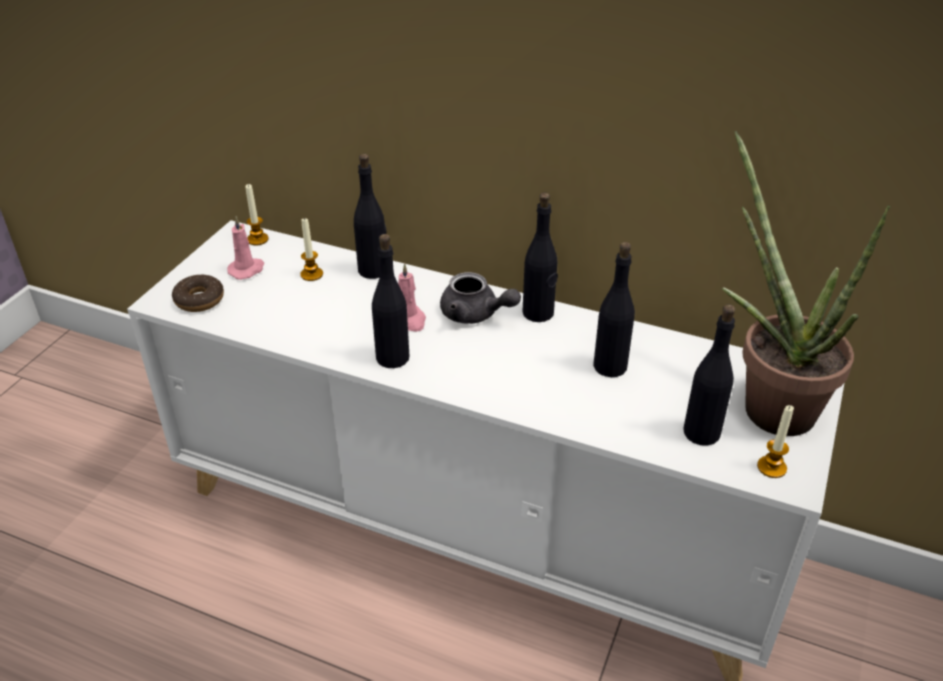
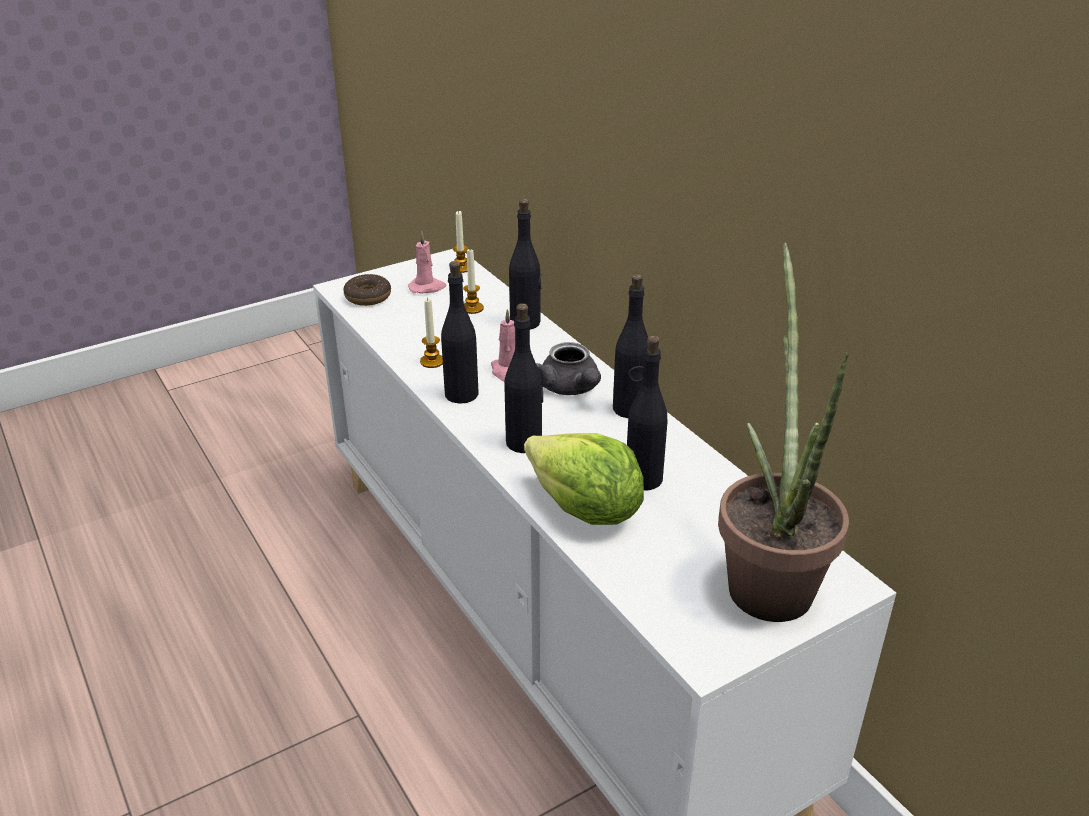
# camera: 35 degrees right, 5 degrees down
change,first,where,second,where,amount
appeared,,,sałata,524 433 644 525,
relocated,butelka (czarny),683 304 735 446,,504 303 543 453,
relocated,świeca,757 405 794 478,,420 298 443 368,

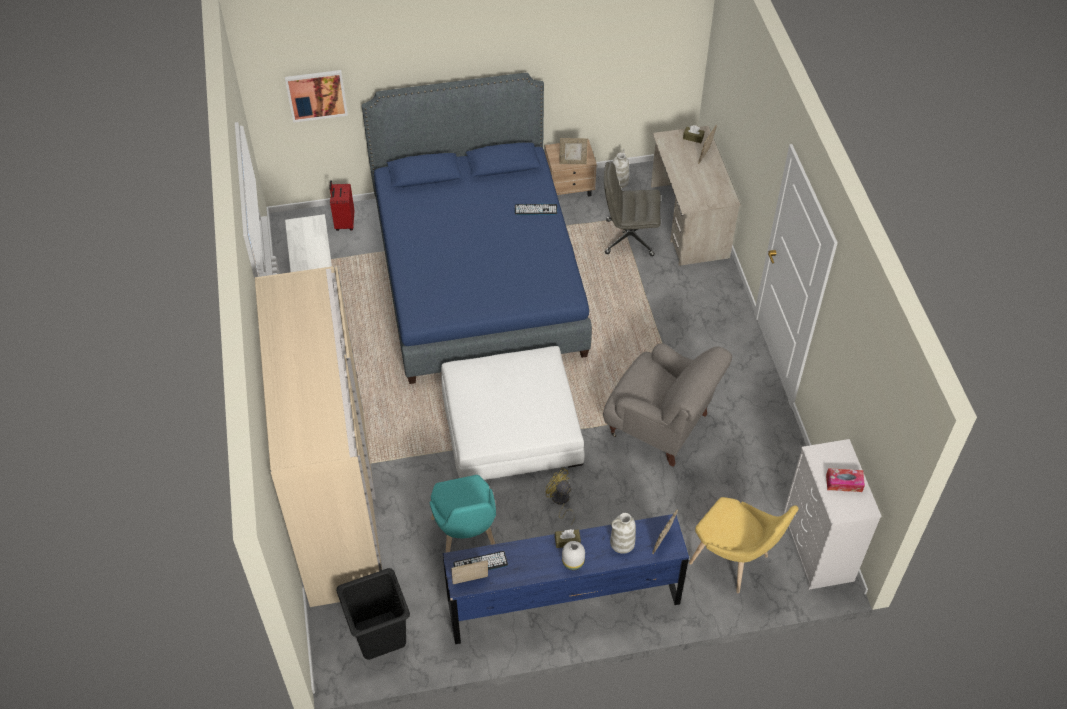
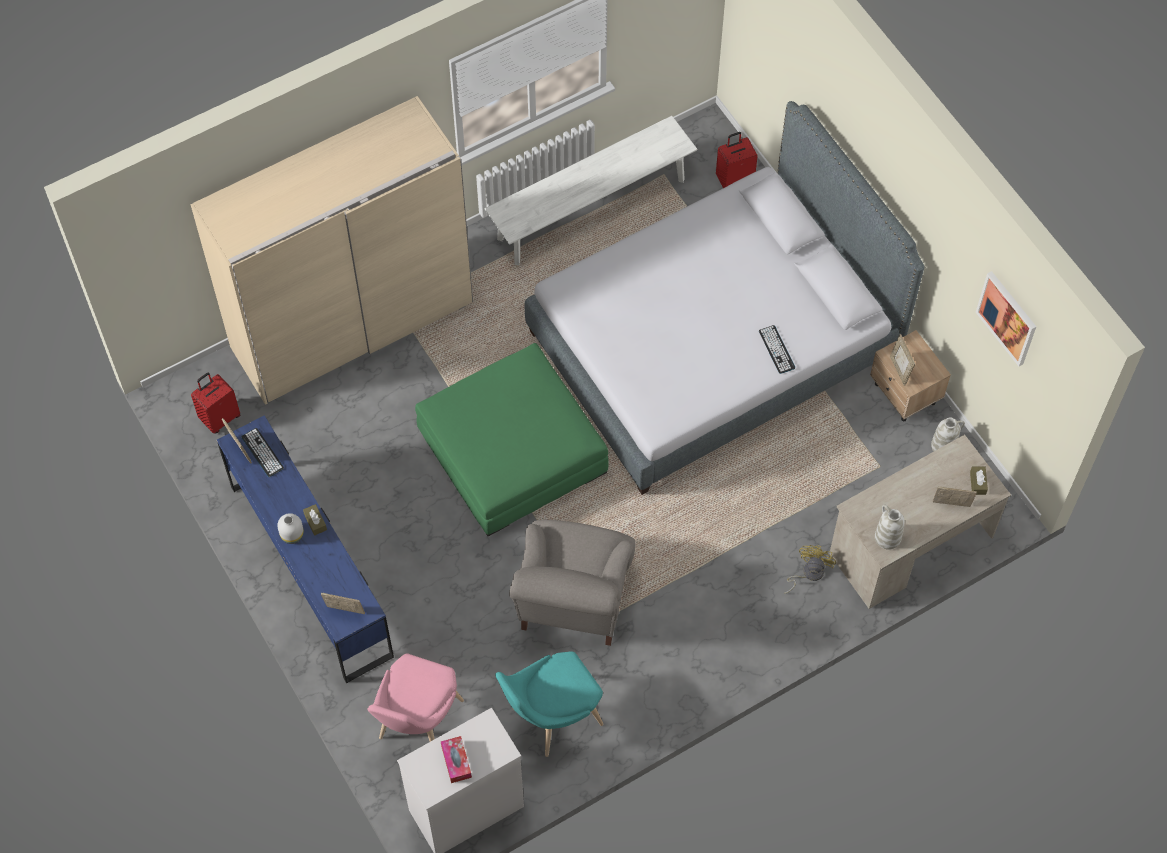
# camera: 70 degrees right, 10 degrees up
change,first,where,second,where,amount
missing,krzesło biurowe (szary),604 162 661 256,,,
relocated,obraz,285 70 348 123,,976 271 1037 366,
relocated,krzesło (turkusowy),430 475 496 552,,495 651 604 757,
relocated,wentylator (żółty),545 468 575 524,,784 545 836 594,
relocated,wazon (biały),610 513 636 554,,875 505 905 550,
exchanged,kosz na pranie (czarny),336 568 410 660,walizka (czerwony),191 372 241 434,
colour,łóżko (niebieski),362 73 592 384,łóżko (szary),525 101 924 495,
colour,pufa (biały),441 346 585 480,pufa (zielony),415 343 609 536,
colour,krzesło (żółty),689 497 799 593,krzesło (różowy),367 653 464 742,

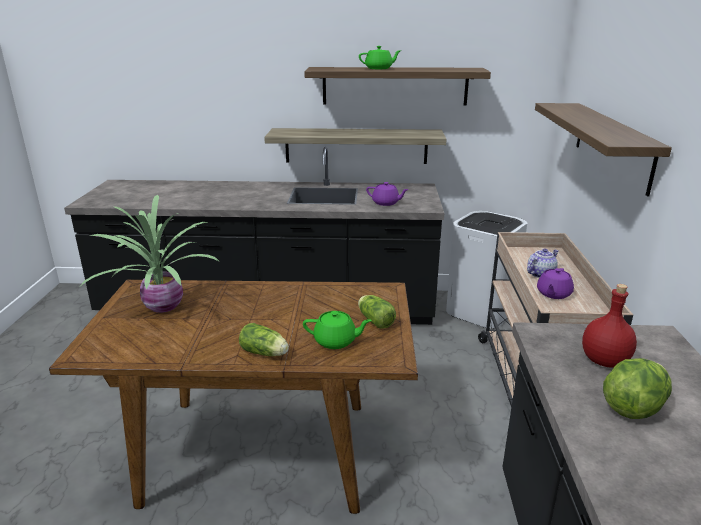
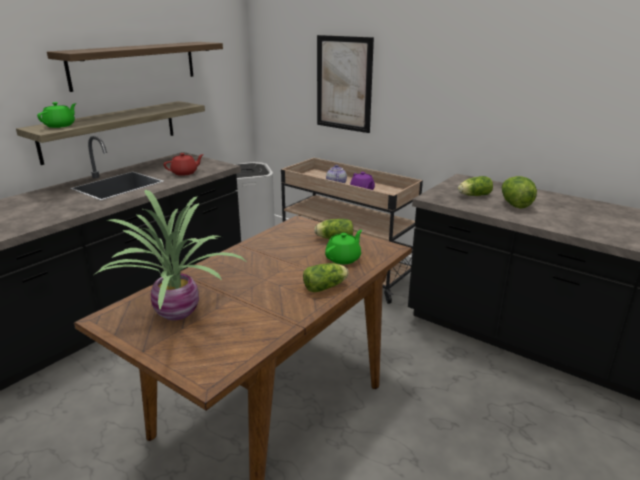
# camera: 55 degrees left, 0 degrees up
change,first,where,second,where,amount
relocated,imbryk (zielony),359 46 402 69,,37 102 76 128,
exchanged,półka,535 103 672 197,obraz,317 35 374 133,
exchanged,butelka (czerwony),582 284 637 368,sałata,458 176 493 196,
colour,imbryk (fioletowy),366 182 409 206,imbryk (czerwony),164 153 204 176,

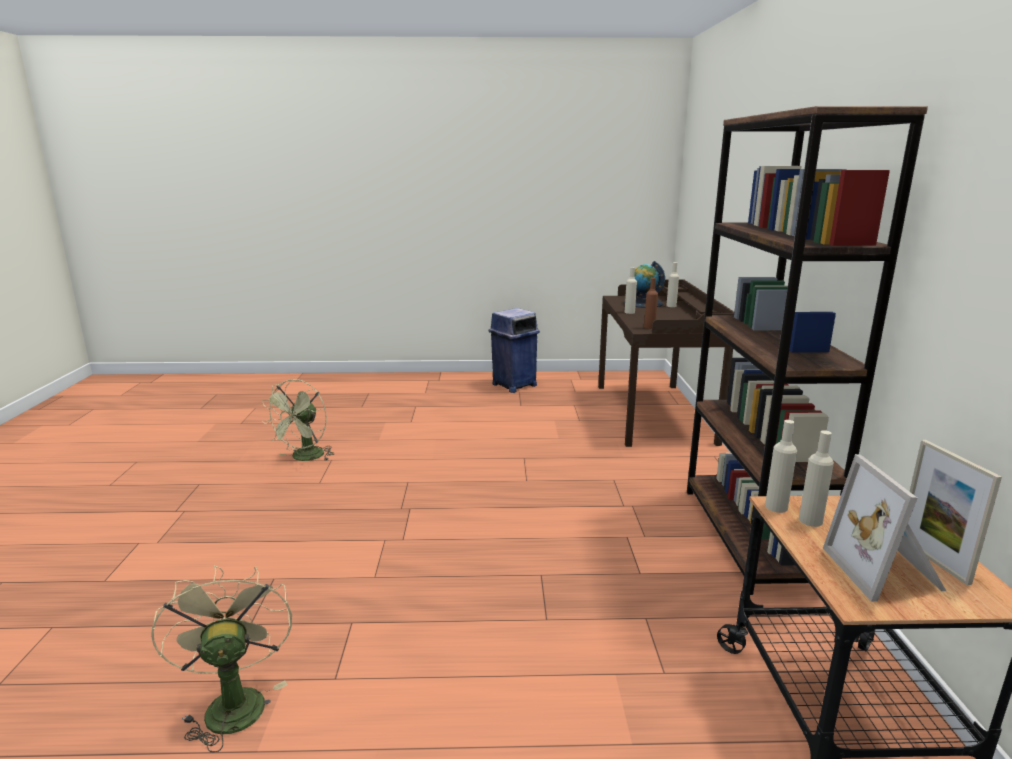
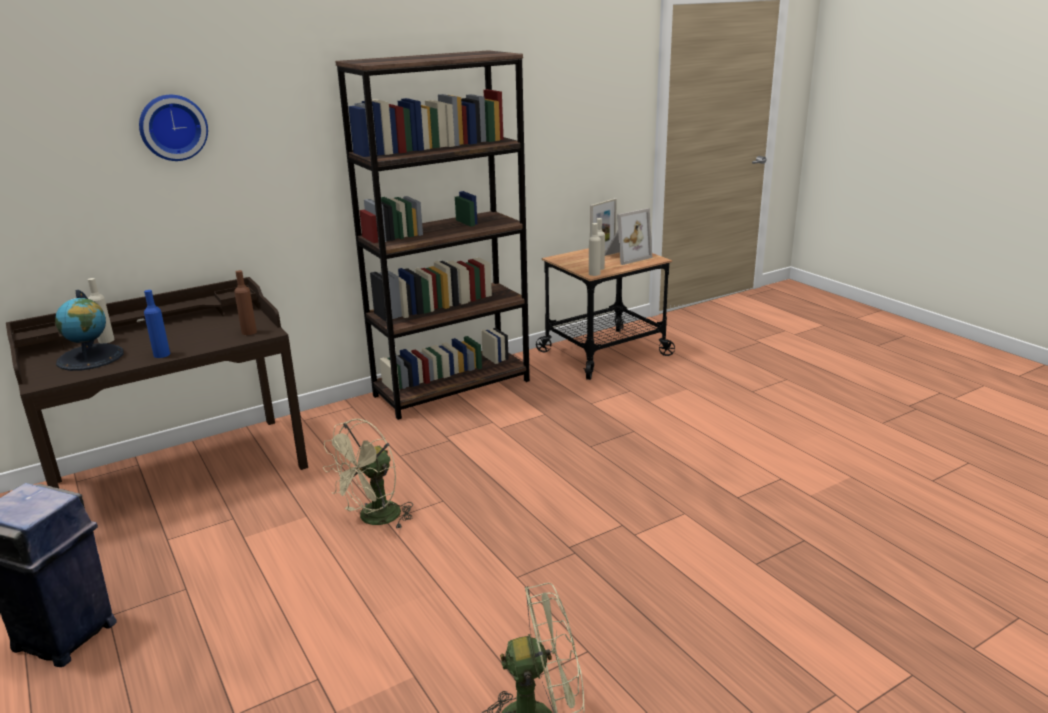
# camera: 120 degrees left, 5 degrees up
change,first,where,second,where,amount
appeared,,,zegar ścienny,139 95 208 161,
relocated,wentylator (beżowy),151 565 292 753,,323 419 413 529,
colour,butelka (beżowy),625 267 637 314,butelka (niebieski),144 290 170 358,

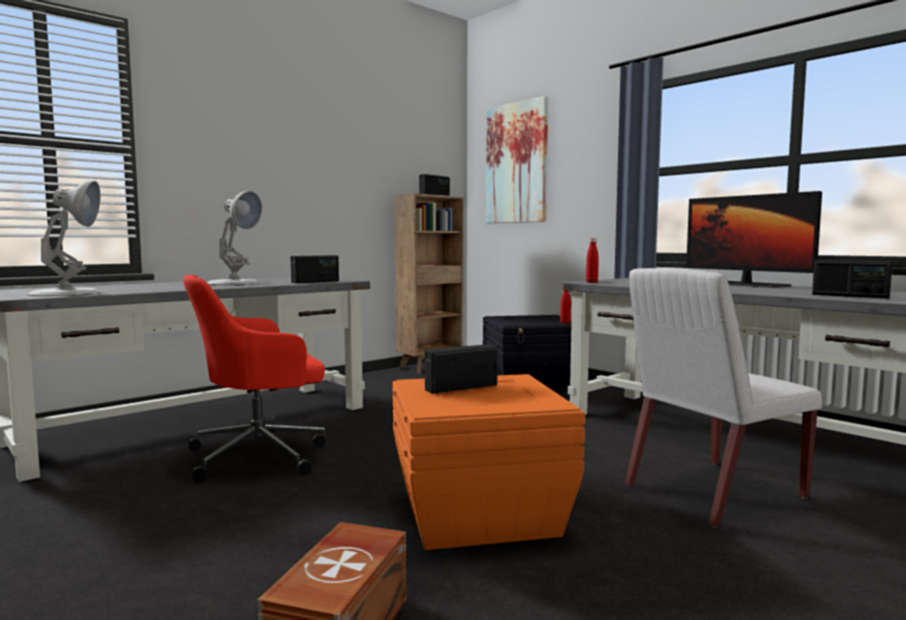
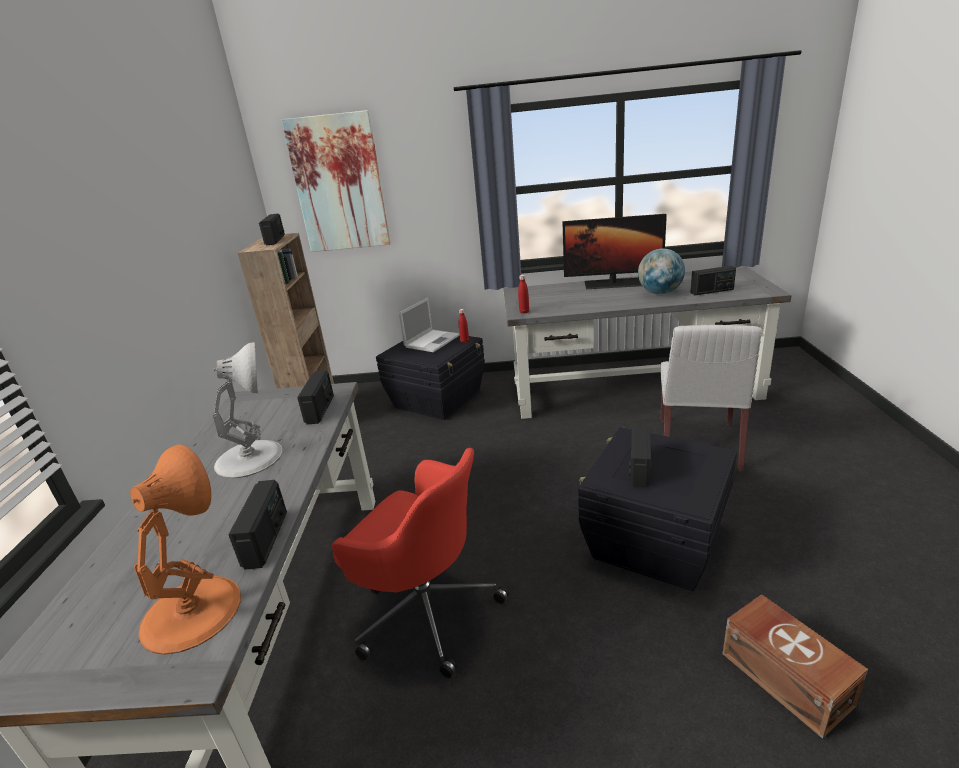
# camera: 45 degrees left, 20 degrees up
change,first,where,second,where,amount
appeared,,,radio,228 480 287 570,
appeared,,,laptop,399 298 460 352,
appeared,,,globus,638 249 685 294,
colour,lampa stołowa (biały),27 181 101 296,lampa stołowa (pomarańczowy),130 444 241 655,
colour,pojemnik do przechowywania (pomarańczowy),393 374 585 550,pojemnik do przechowywania (czarny),578 427 737 591,
spun,krzesło biurowe (czerwony),183 275 325 482,,332 448 509 678,75 degrees counterclockwise

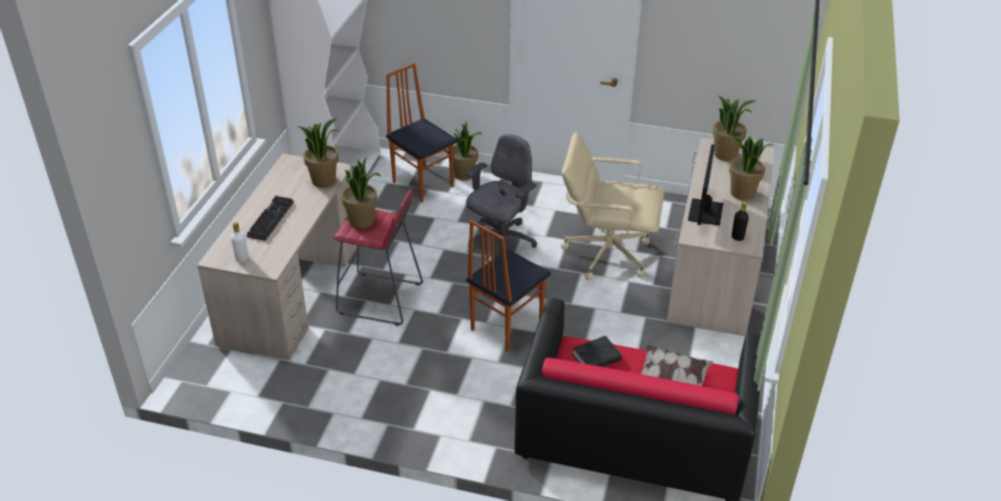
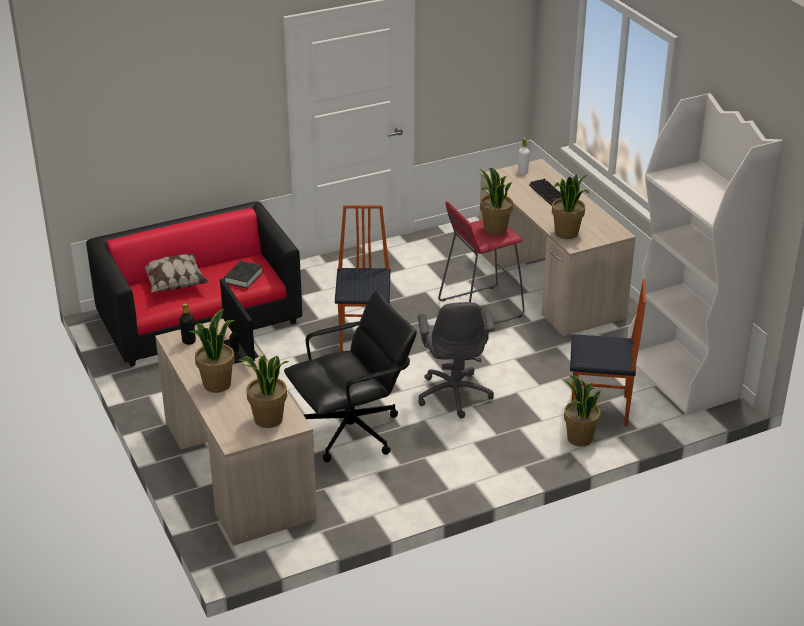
# camera: 140 degrees right, 5 degrees down
change,first,where,second,where,amount
colour,krzesło biurowe (beżowy),561 132 664 280,krzesło biurowe (czarny),284 291 417 462,

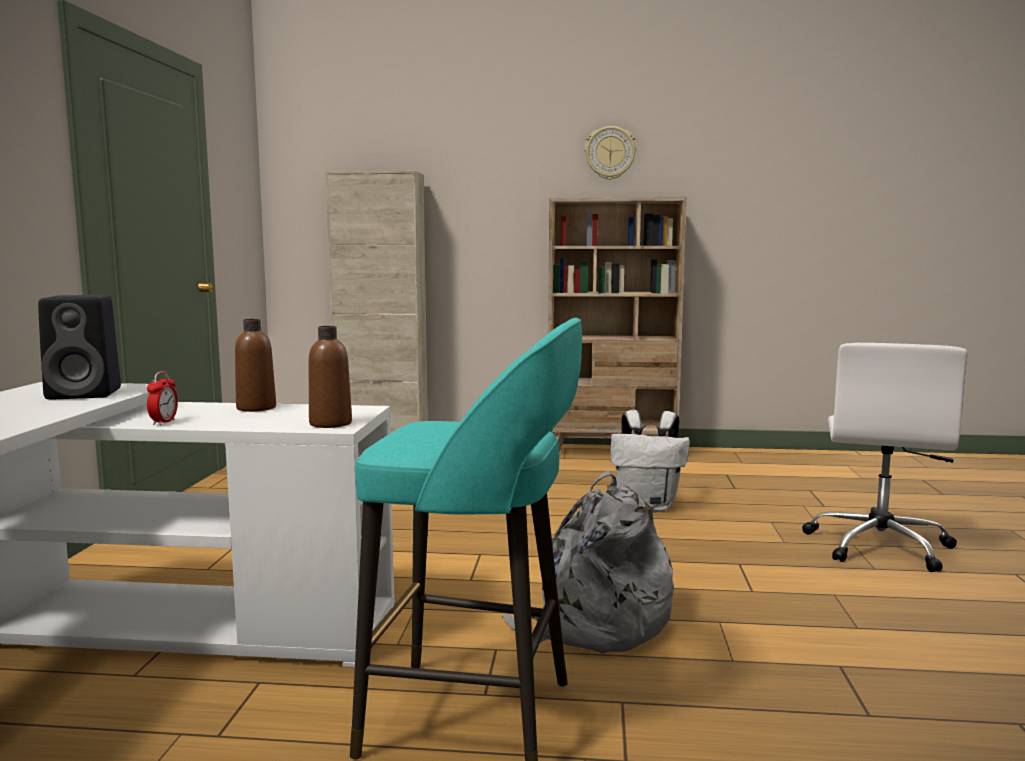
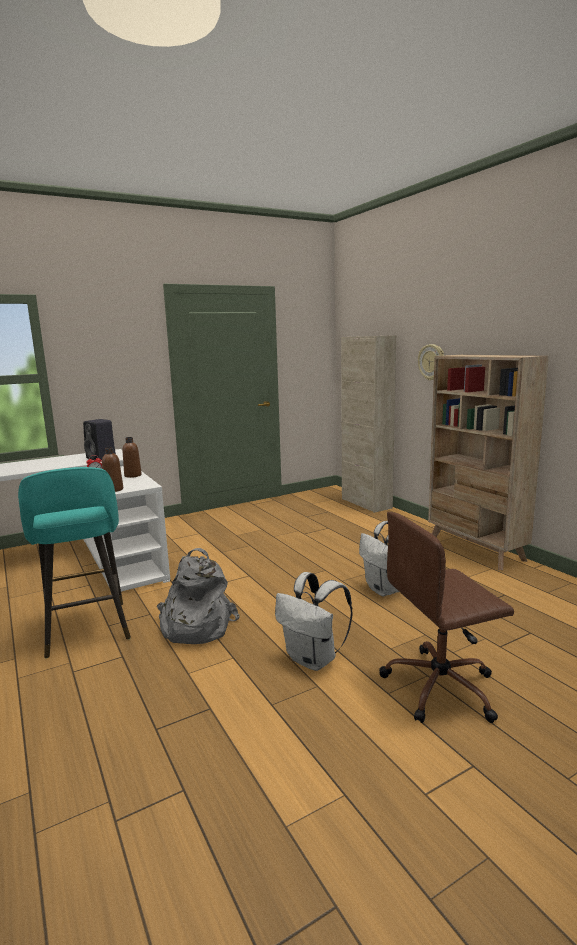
# camera: 55 degrees right, 5 degrees up
change,first,where,second,where,amount
appeared,,,plecak (biały),275 572 353 671,
relocated,zegar ścienny,585 126 637 180,,418 344 444 381,
colour,krzesło biurowe (biały),802 343 967 572,krzesło biurowe (brązowy),379 512 514 723,

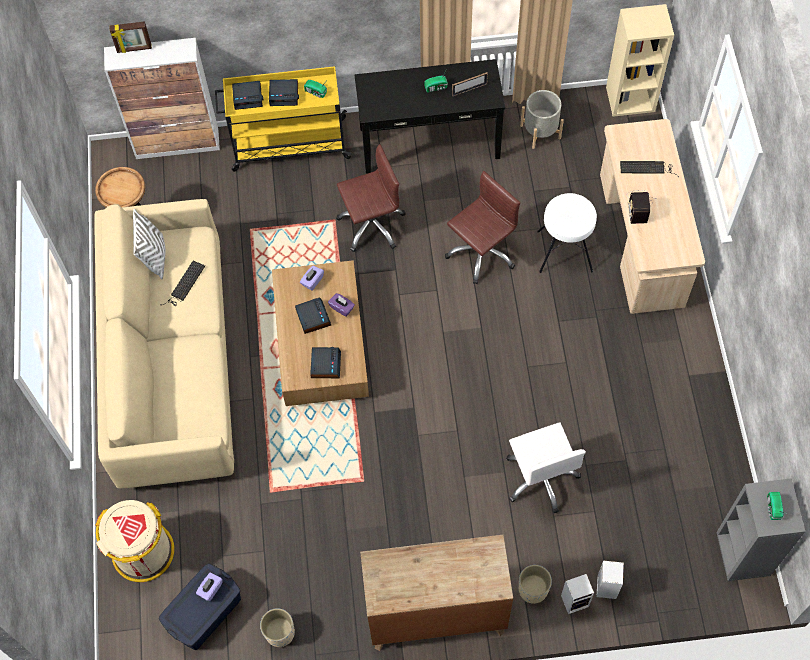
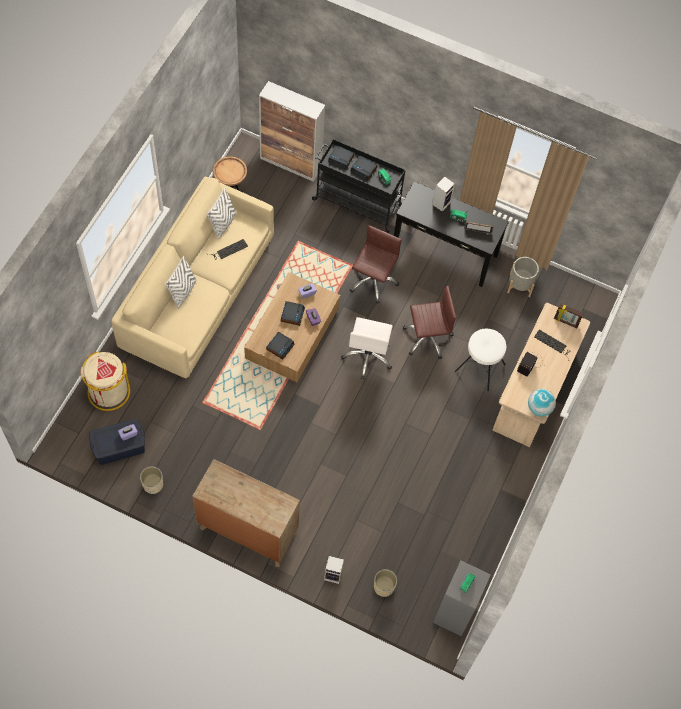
# camera: 25 degrees right, 0 degrees up
change,first,where,second,where,amount
missing,regał (beżowy),606 4 674 117,,,
appeared,,,poduszka (biały),165 256 197 309,
appeared,,,globus,528 389 556 417,
relocated,ramka na zdjęcie,110 21 152 53,,554 303 584 328,
relocated,krzesło biurowe (biały),506 422 586 513,,341 317 393 379,
relocated,donica (beżowy),519 565 552 604,,374 569 397 597,
relocated,głośnik,596 561 624 599,,432 176 455 212,
colour,wózek (żółty),215 66 352 172,wózek (czarny),312 139 406 233,
spun,krzesło biurowe (brązowy),336 144 406 252,,350 225 402 304,75 degrees counterclockwise

